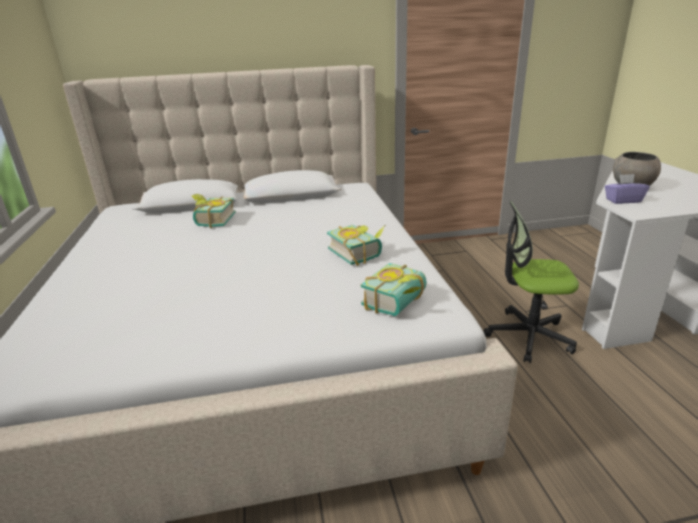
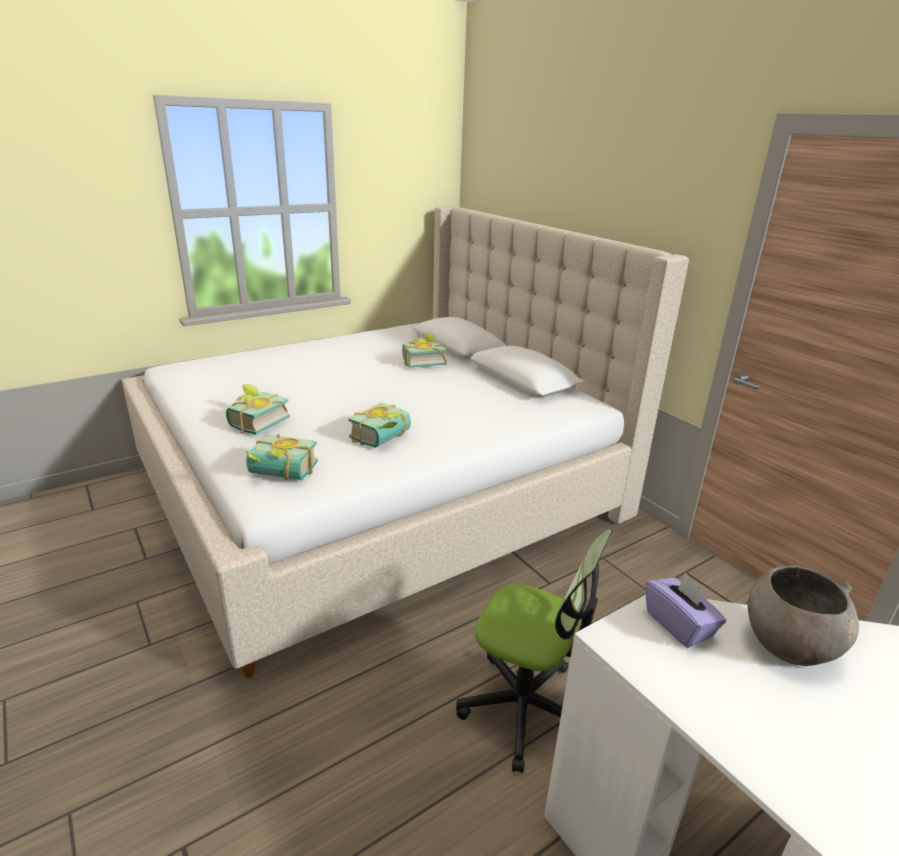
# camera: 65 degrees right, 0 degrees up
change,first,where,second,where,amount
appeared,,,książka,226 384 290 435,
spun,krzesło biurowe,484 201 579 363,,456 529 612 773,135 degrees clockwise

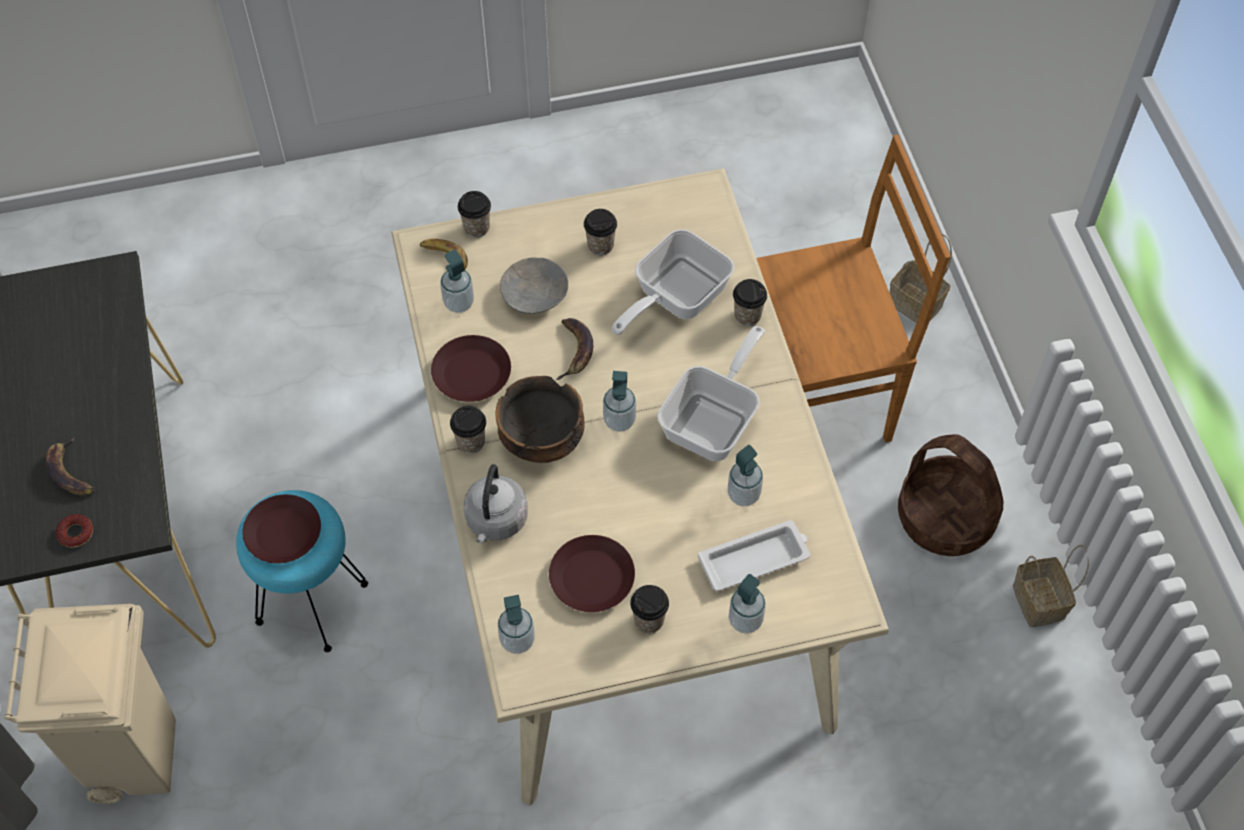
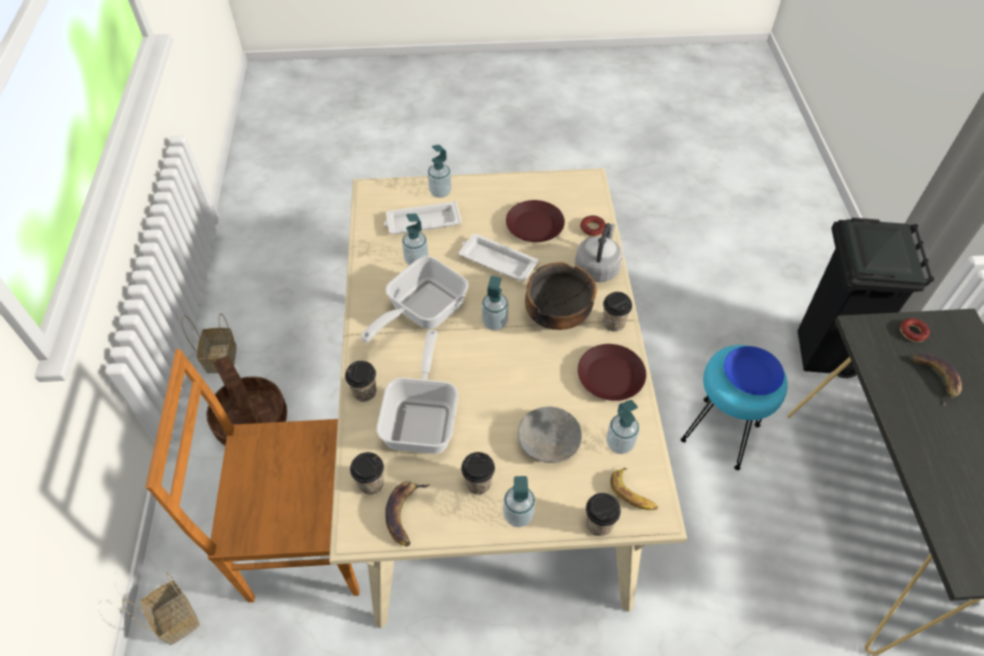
# camera: 170 degrees left, 5 degrees down
change,first,where,second,where,amount
appeared,,,taca (biały),459 234 538 282,
appeared,,,donut,580 215 606 237,
relocated,dozownik mydła,498 595 535 654,,503 476 536 527,
relocated,banan,556 318 593 380,,385 481 430 546,
relocated,filiżanka,630 585 669 633,,350 452 384 495,
colour,kosz na śmieci (beżowy),4 604 176 804,kosz na śmieci (czarny),798 218 934 378,
colour,talerz (brązowy),242 494 321 563,talerz (niebieski),724 346 784 395,
spun,patelnia,612 229 734 335,,377 330 458 454,45 degrees counterclockwise

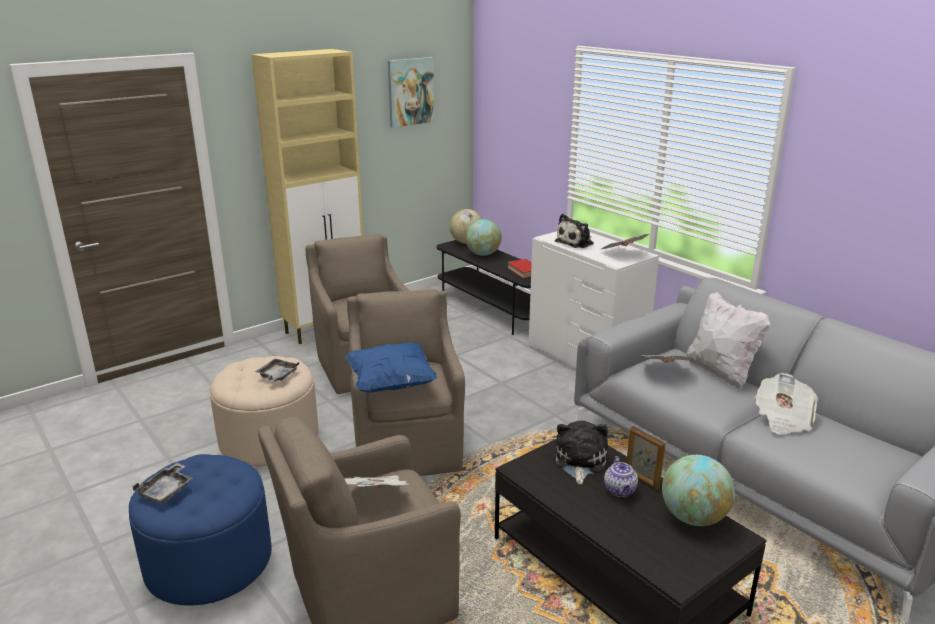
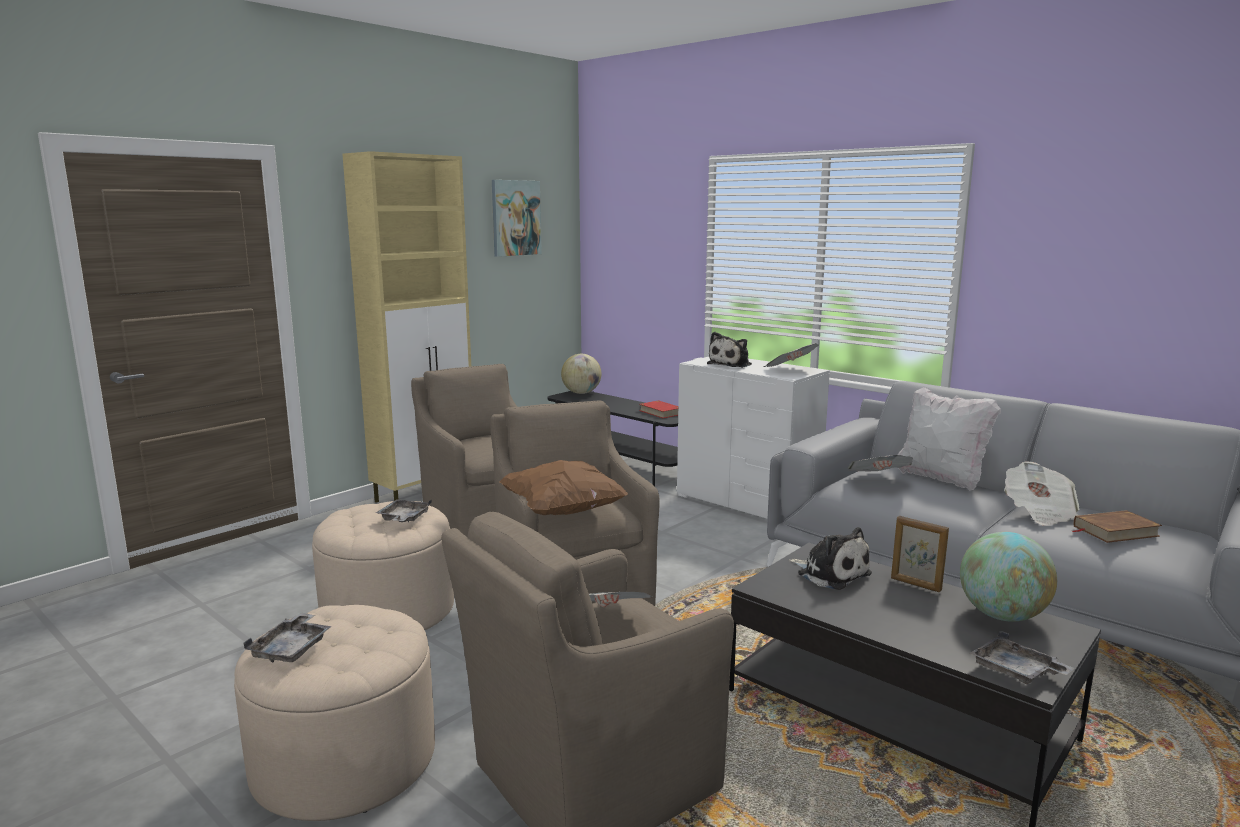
# camera: 10 degrees left, 10 degrees down
change,first,where,second,where,amount
missing,globus,465 219 502 256,,,
missing,imbryk,604 456 638 498,,,
appeared,,,taca (szary),970 631 1075 684,
appeared,,,książka (brązowy),1072 510 1162 543,
colour,pufa (niebieski),129 454 272 606,pufa (beżowy),234 605 435 821,
colour,poduszka (niebieski),345 342 437 393,poduszka (brązowy),500 460 628 515,
spun,pluszak,556 421 608 484,,789 527 872 590,135 degrees clockwise

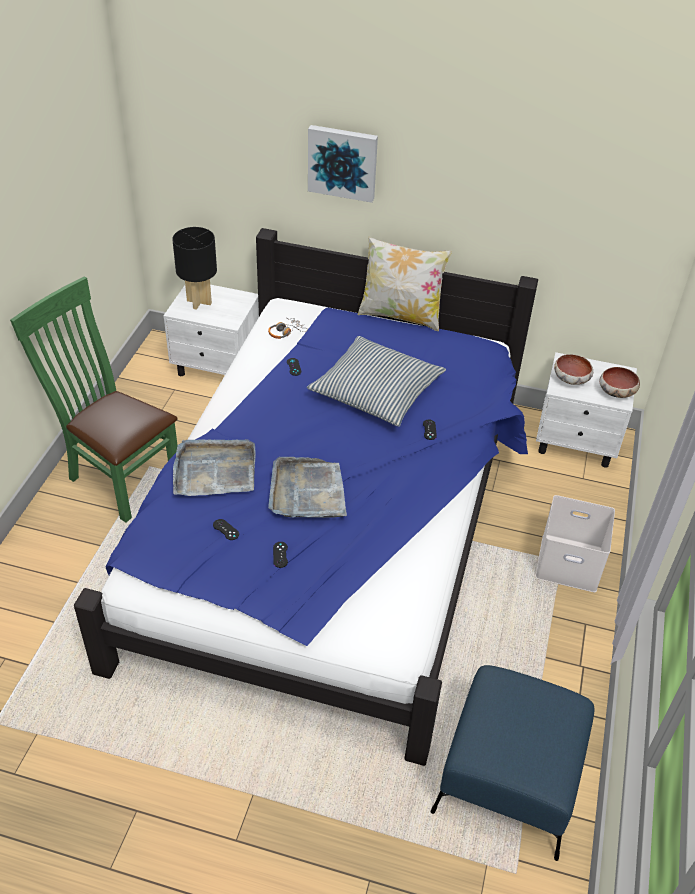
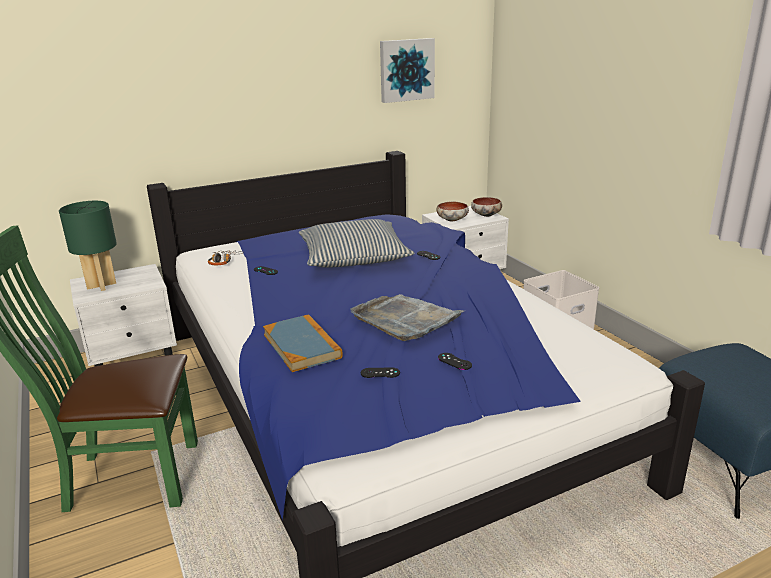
# camera: 40 degrees left, 20 degrees down
change,first,where,second,where,amount
missing,poduszka,357 236 452 331,,,
relocated,obraz,308 125 378 203,,380 38 435 103,
exchanged,taca (szary),173 439 256 496,książka,263 314 343 372,
colour,lampa stołowa (czarny),172 227 217 310,lampa stołowa (zielony),59 201 117 291,

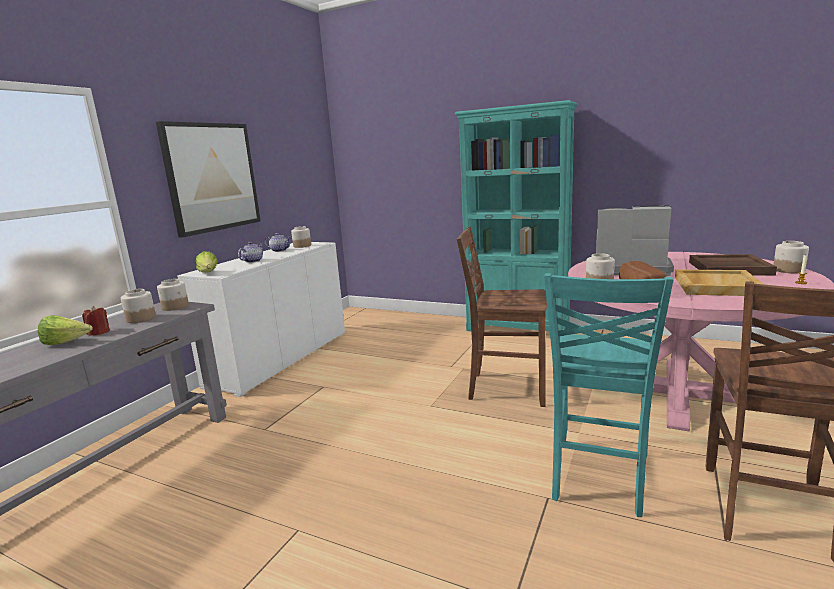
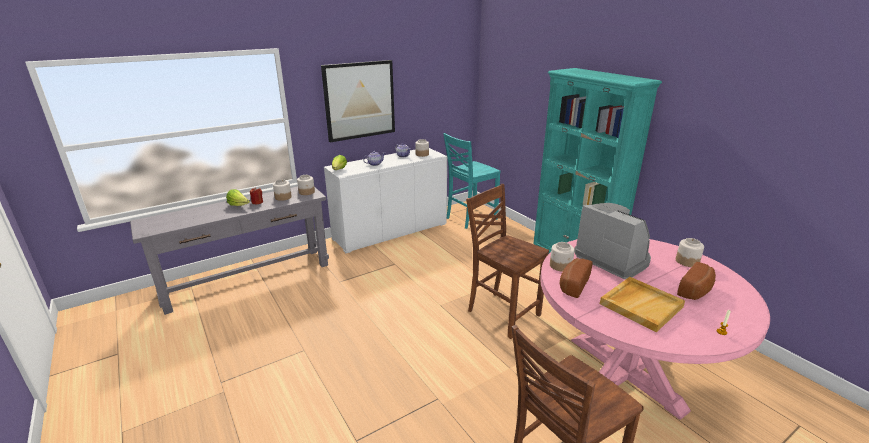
# camera: 30 degrees right, 10 degrees up
change,first,where,second,where,amount
relocated,krzesło (turkusowy),544 273 673 517,,443 133 501 229,
relocated,słoik,773 241 809 273,,676 238 704 267,
exchanged,taca (brązowy),689 254 777 276,chleb,677 262 716 300,

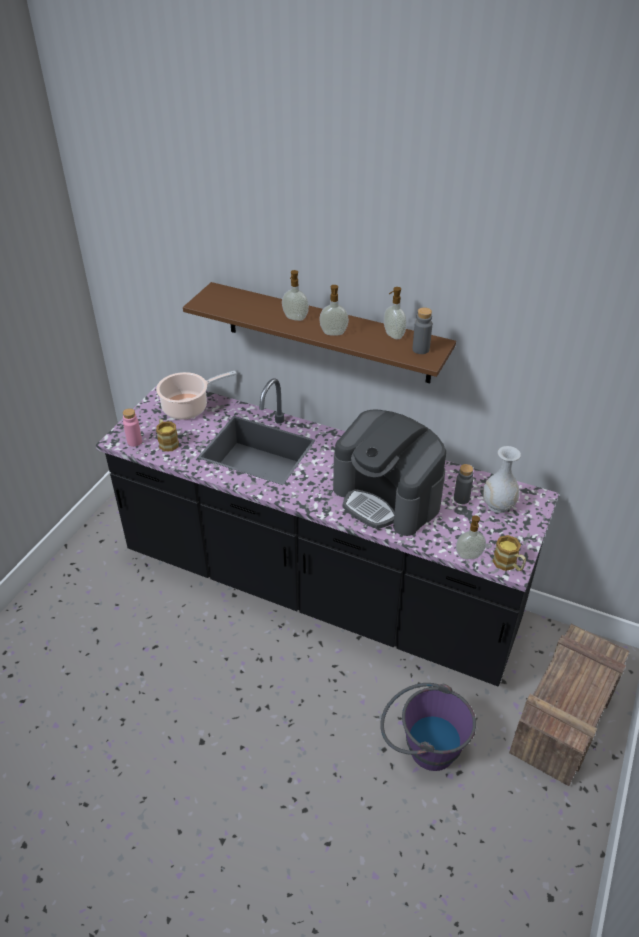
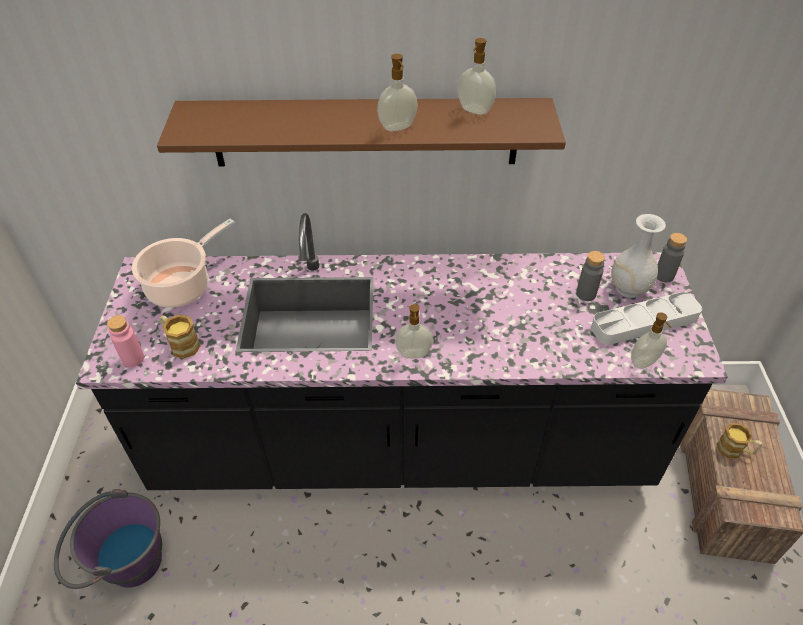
# camera: 25 degrees left, 5 degrees up
change,first,where,second,where,amount
missing,ekspres do kawy,333 409 446 536,,,
appeared,,,taca (szary),591 292 702 345,
relocated,dozownik mydła,282 270 309 321,,395 304 433 359,
relocated,wiadro (fioletowy),380 683 476 771,,54 489 162 589,
relocated,butelka (szary),413 307 432 354,,657 233 687 282,
relocated,kubek,493 535 526 571,,716 423 762 459,

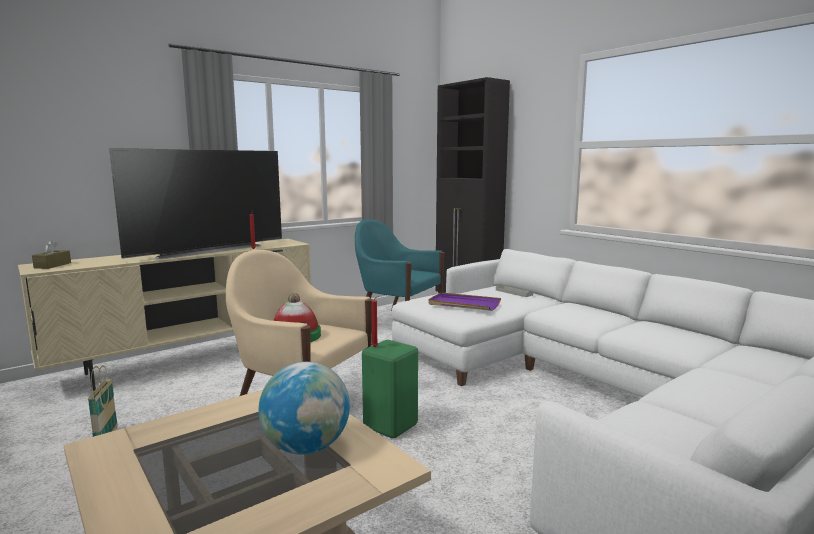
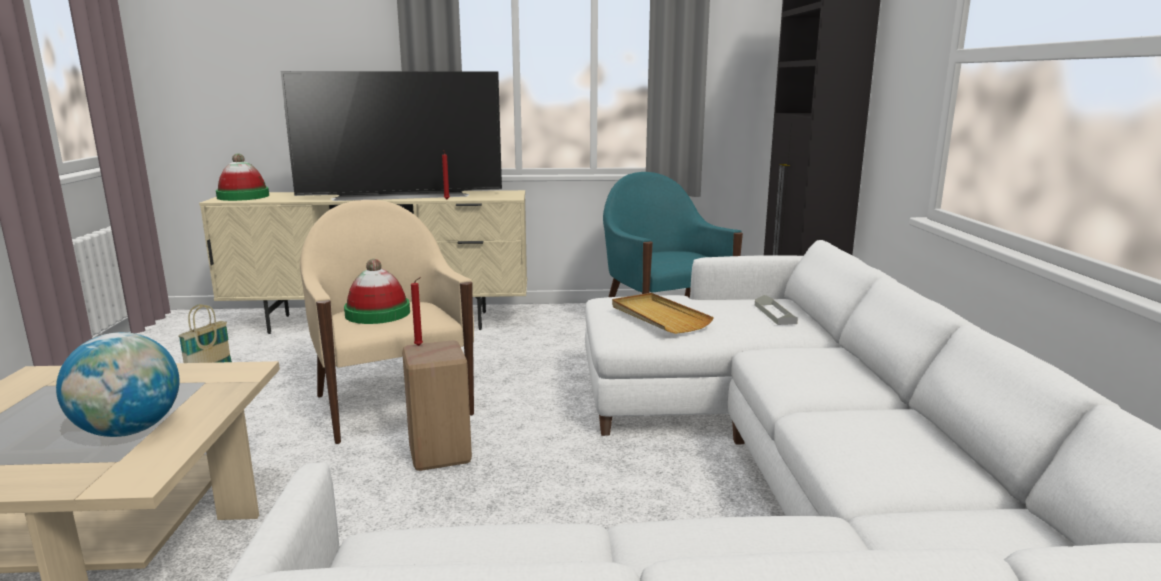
# camera: 35 degrees right, 5 degrees up
change,first,where,second,where,amount
exchanged,pudełko chusteczek (brązowy),32 240 71 269,kapelusz,216 153 269 201,
colour,stołek (zielony),362 340 418 438,stołek (beżowy),402 340 472 471,
colour,taca (fioletowy),428 292 501 311,taca (beżowy),612 293 714 334,

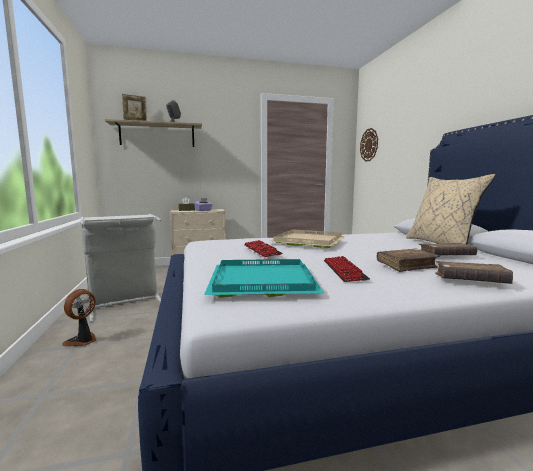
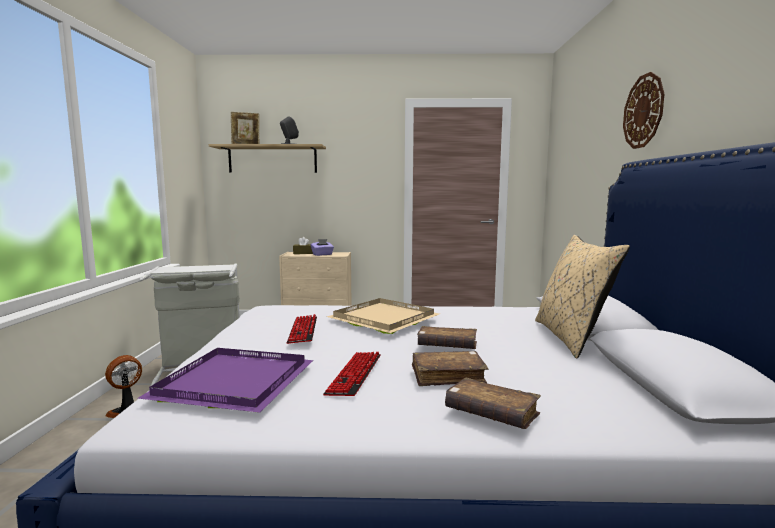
# camera: 15 degrees right, 0 degrees up
change,first,where,second,where,amount
relocated,zegar ścienny,360 128 378 162,,623 72 665 149,
relocated,książka (brązowy),418 243 477 256,,417 326 477 349,
colour,taca (turkusowy),204 259 324 298,taca (fioletowy),138 348 313 413,

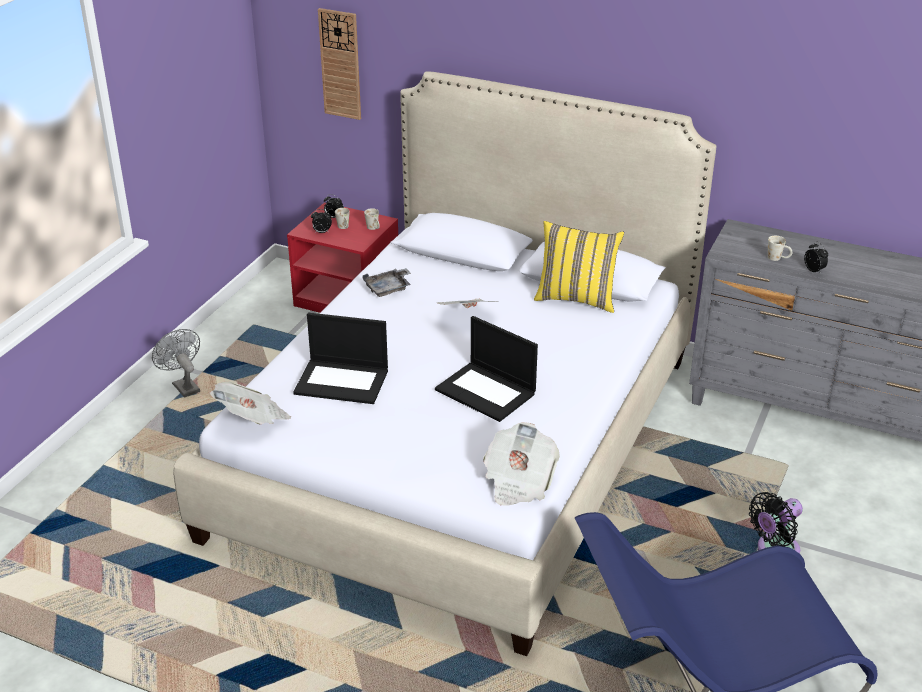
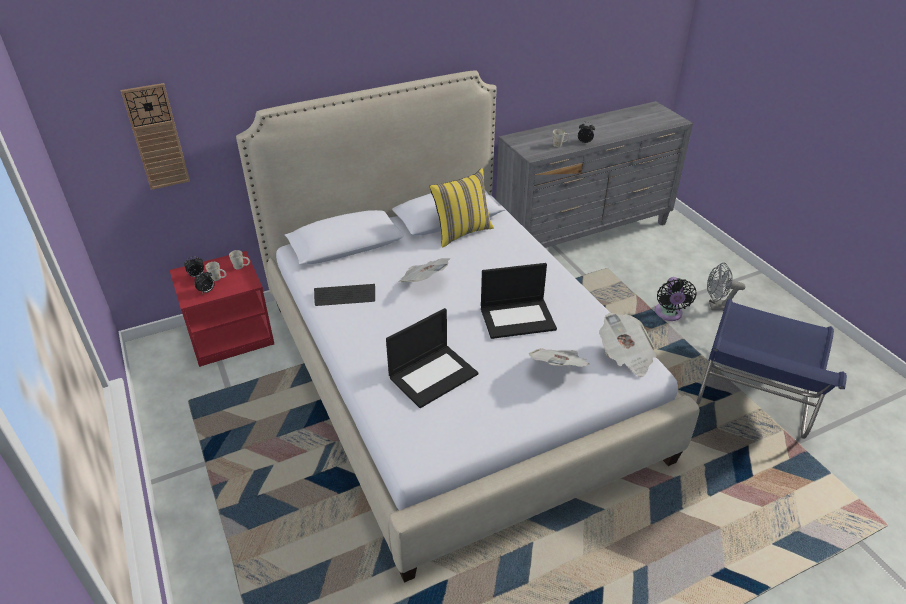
# camera: 50 degrees left, 5 degrees up
change,first,where,second,where,amount
relocated,wentylator (szary),152 329 200 398,,707 263 746 311,
relocated,gazeta,209 381 291 425,,529 348 589 367,
exchanged,taca (szary),363 268 411 297,klawiatura,314 284 375 306,

